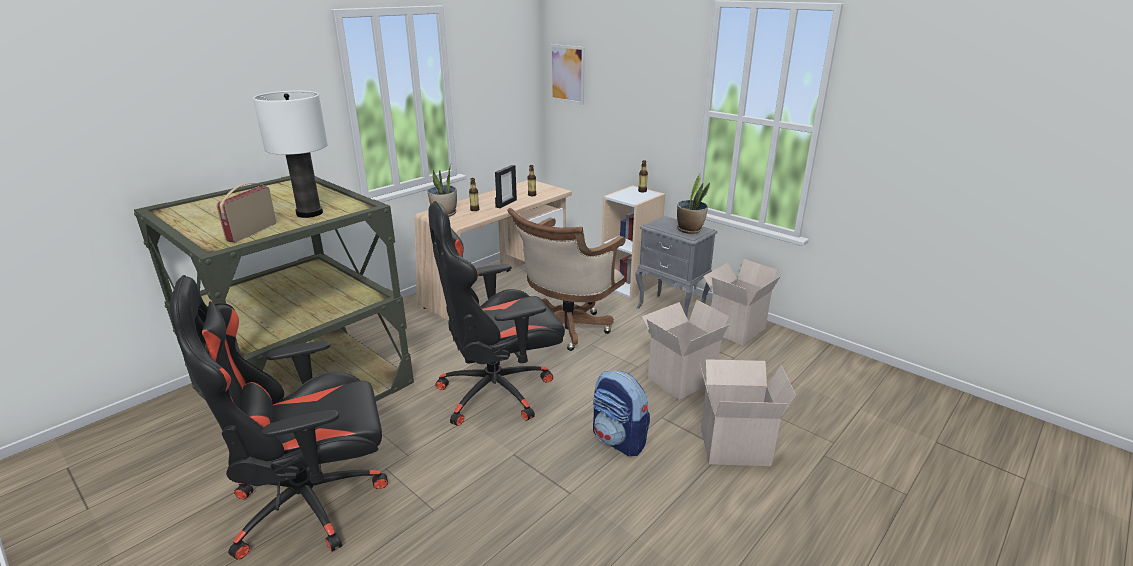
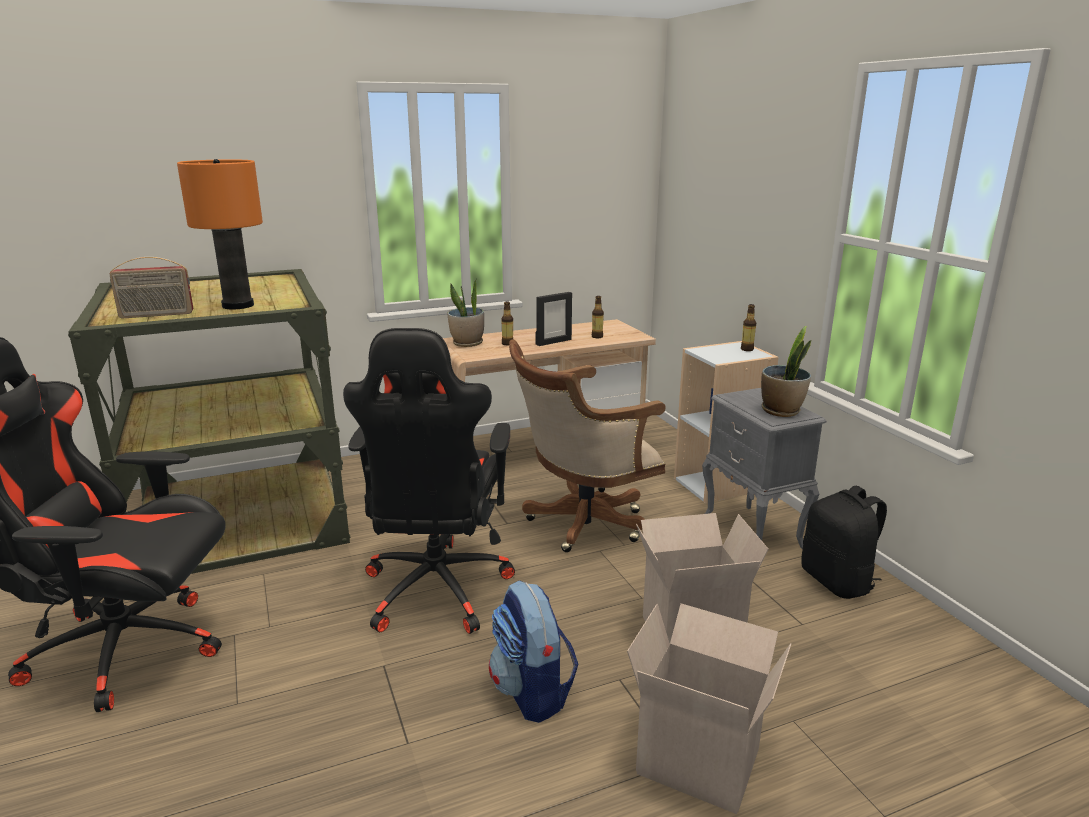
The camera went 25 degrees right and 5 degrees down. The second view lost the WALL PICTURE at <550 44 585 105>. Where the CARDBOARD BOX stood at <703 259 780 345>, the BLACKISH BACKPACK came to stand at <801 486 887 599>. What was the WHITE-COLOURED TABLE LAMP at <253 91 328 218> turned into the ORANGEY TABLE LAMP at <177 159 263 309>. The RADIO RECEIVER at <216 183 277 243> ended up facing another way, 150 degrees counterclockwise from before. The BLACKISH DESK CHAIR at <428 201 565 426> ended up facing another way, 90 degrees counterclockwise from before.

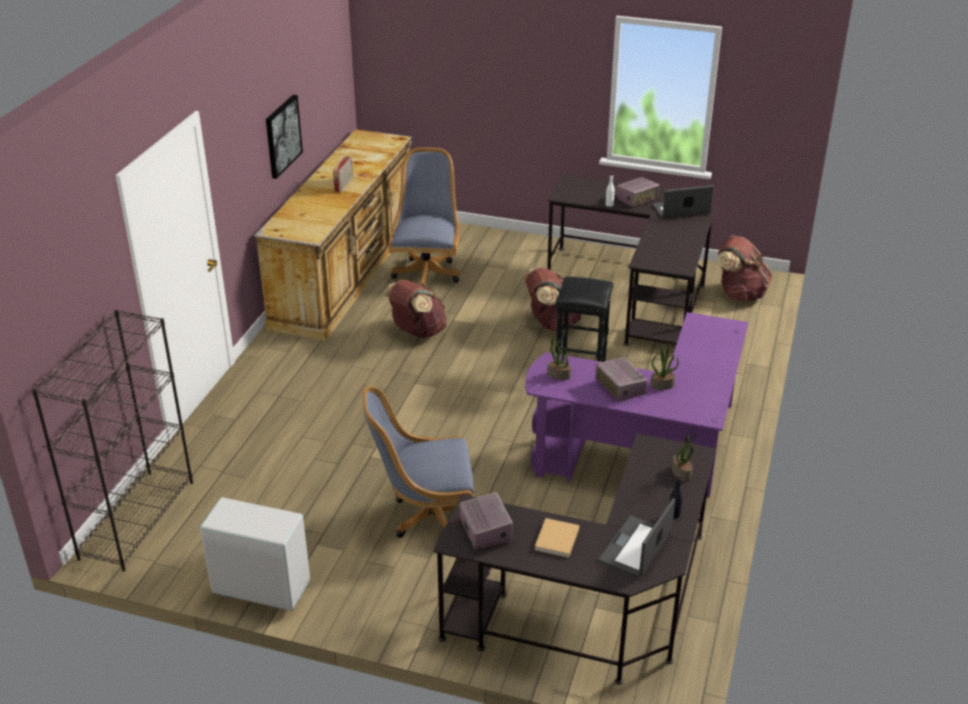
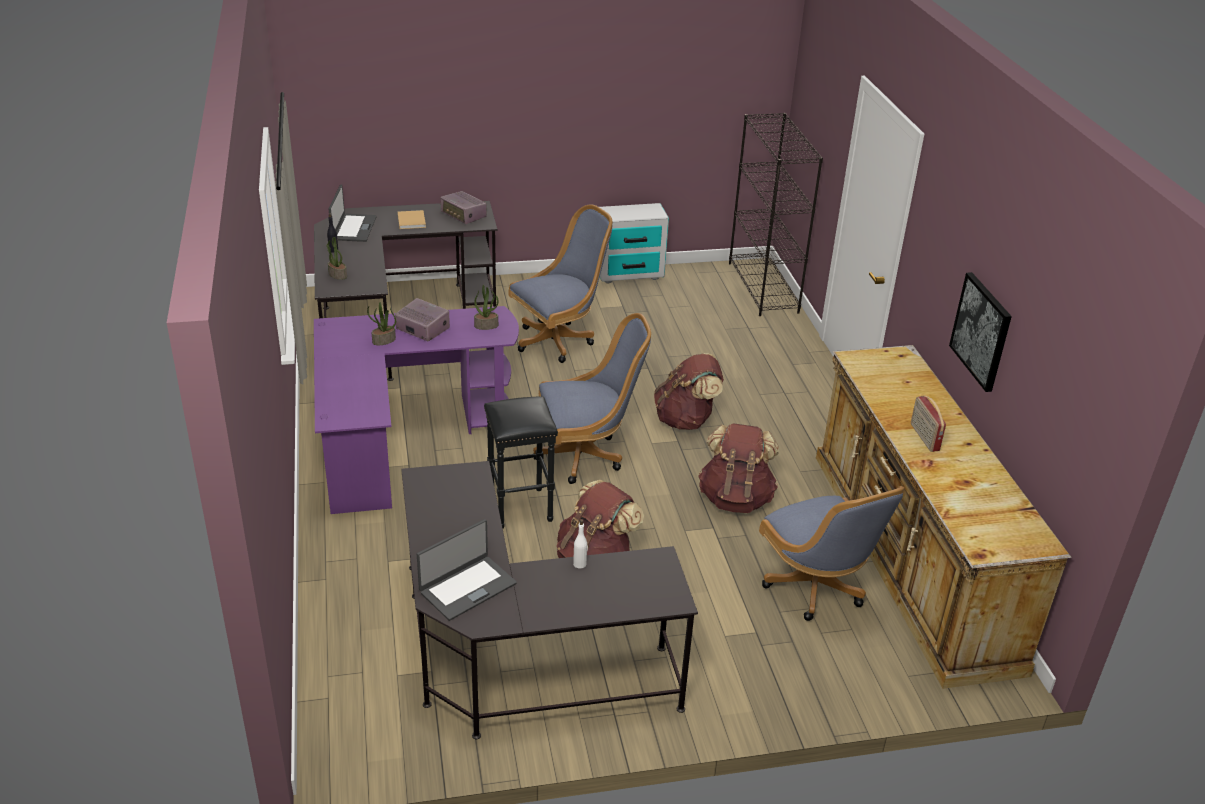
The camera went 150 degrees right and 0 degrees up. The second view lost the RADIO RECEIVER at <616 177 659 207>. The second view gained the BLUISH DESK CHAIR at <533 313 651 484>. The BROWN-COLOURED BACKPACK ended up elsewhere, having gone from <717 236 772 301> to <654 353 724 430>.

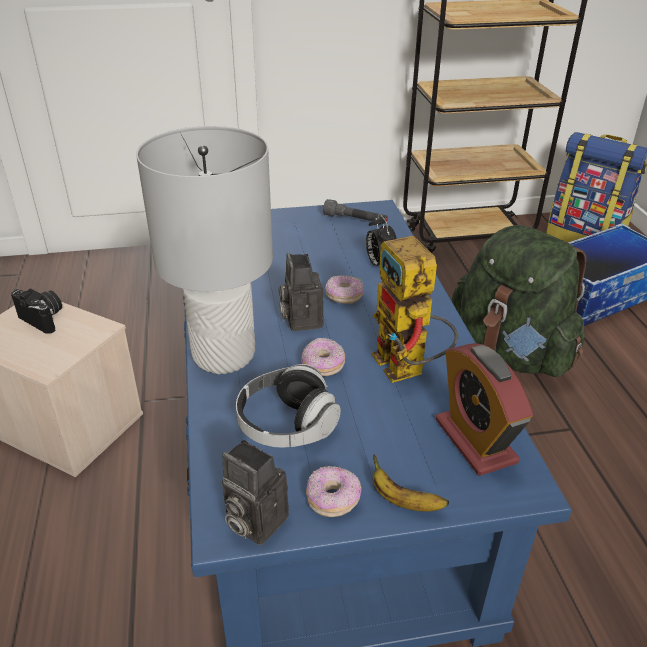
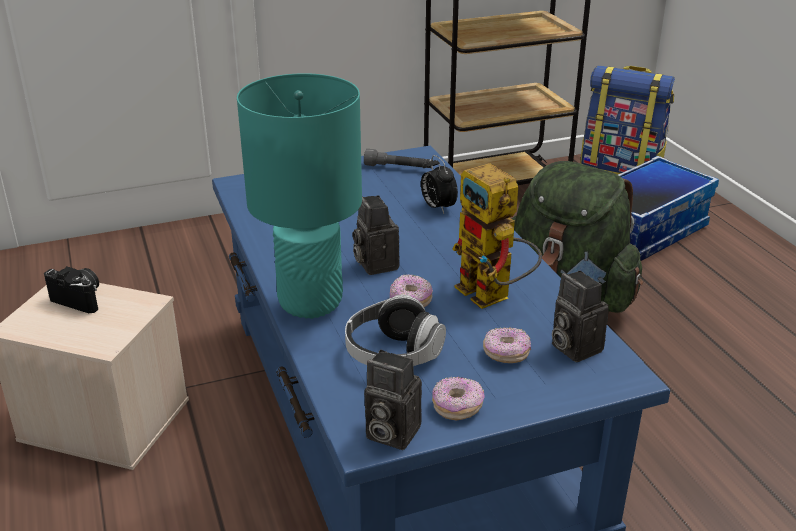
The camera went 10 degrees left and 5 degrees down. The second view lost the WHOLE BANANA at <373 454 449 512>. The RING DOUGHNUT ended up elsewhere, having gone from <325 275 364 303> to <483 327 531 363>. Where the ALARM CLOCK stood at <435 343 533 476>, the PHOTO CAMERA came to stand at <552 270 609 362>. What was the GRAY TABLE LAMP at <136 126 273 374> turned into the BLUE-GREEN TABLE LAMP at <237 73 362 319>.

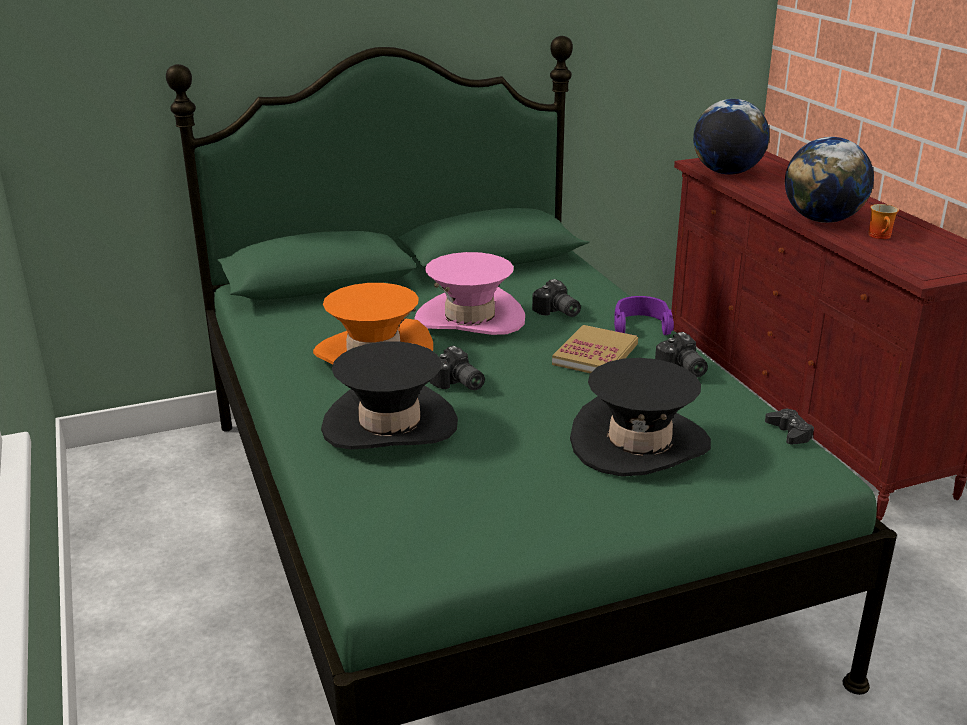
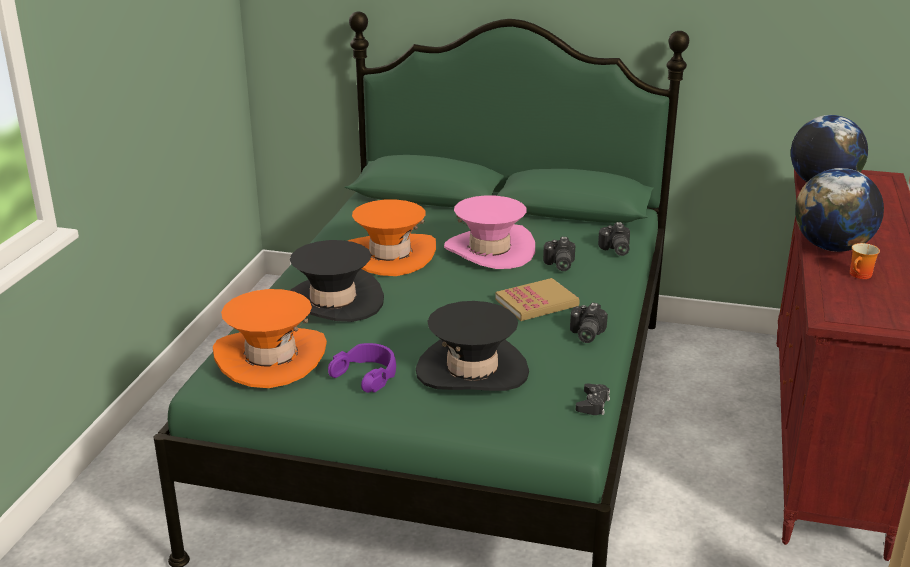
The camera went 35 degrees right and 0 degrees up. The second view gained the ORANGEY CLOTHING HAT at <213 289 327 388>. The PHOTO CAMERA ended up elsewhere, having gone from <429 346 485 390> to <598 222 630 256>. The PURPLE-COLOURED HEADSET ended up elsewhere, having gone from <614 296 674 335> to <328 343 396 393>.

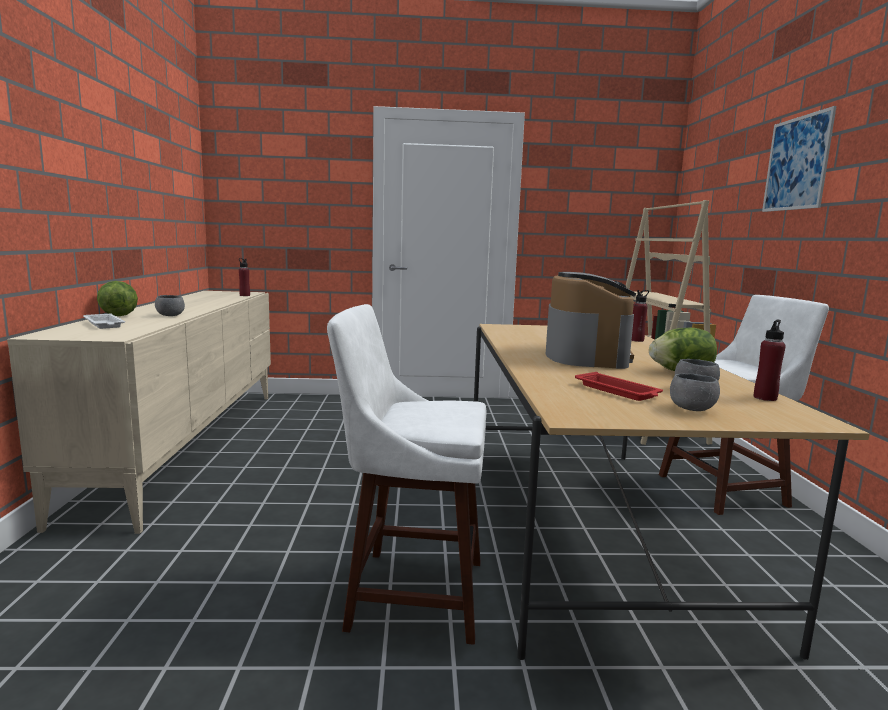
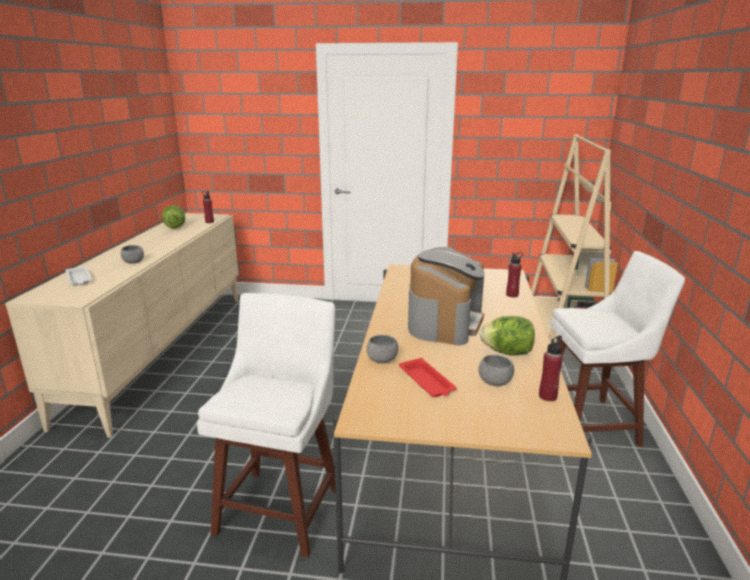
The camera went 10 degrees right and 10 degrees up. The second view lost the WALL PICTURE at <762 106 836 212>. The HEAD OF LETTUCE ended up elsewhere, having gone from <97 281 138 316> to <162 205 185 228>. The GRAY SERVING BOWL ended up elsewhere, having gone from <670 373 720 411> to <367 335 398 363>. The WHITE-COLOURED CHAIR at <327 304 487 645> ended up facing another way, 90 degrees clockwise from before.

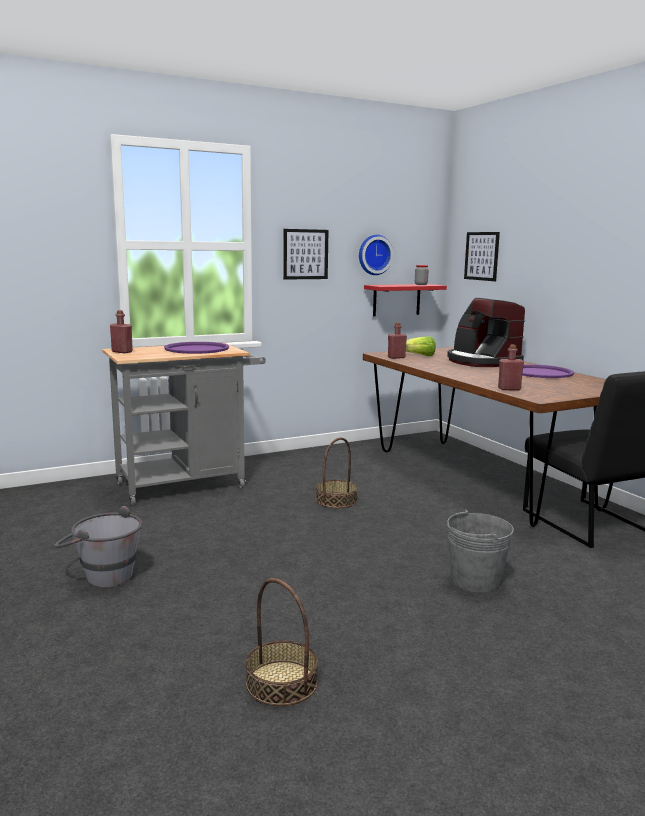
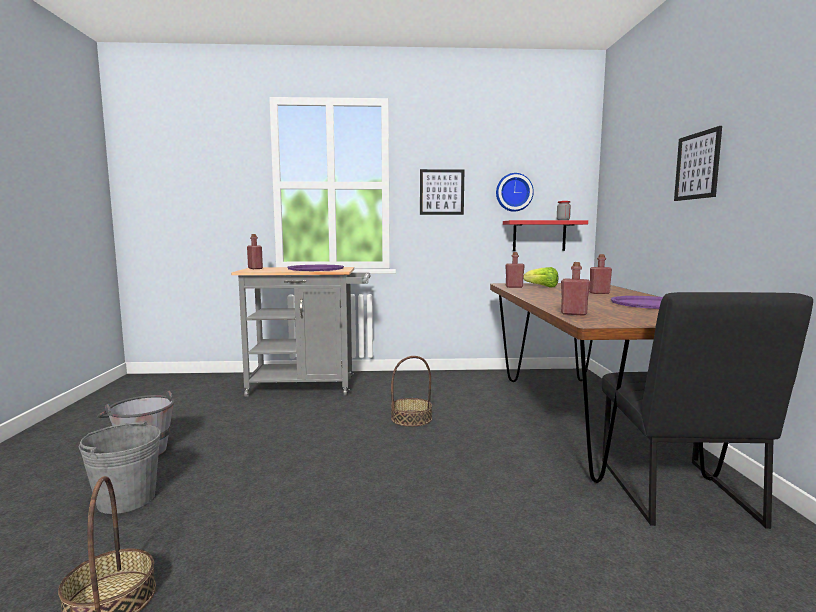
The camera went 25 degrees right and 5 degrees down. The GRAY WATER BUCKET ended up elsewhere, having gone from <447 509 514 593> to <79 421 161 514>. The WALL PICTURE ended up elsewhere, having gone from <464 232 500 281> to <674 126 722 201>. Where the COFFEE MAKER stood at <447 298 525 367>, the RED-COLOURED BOTTLE came to stand at <589 254 612 294>.

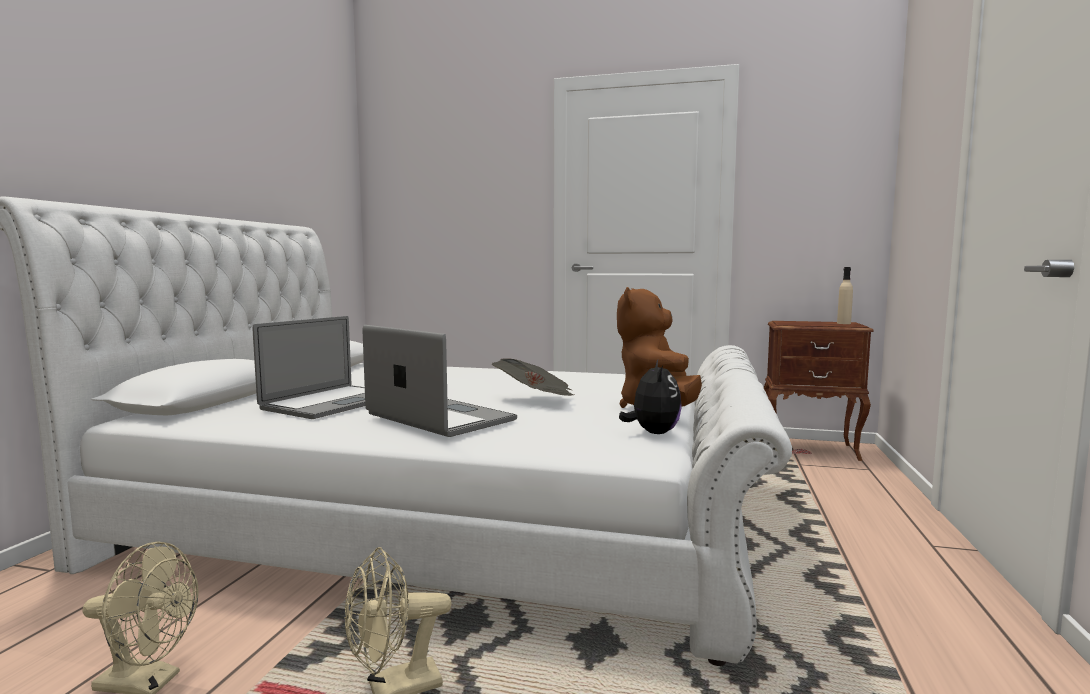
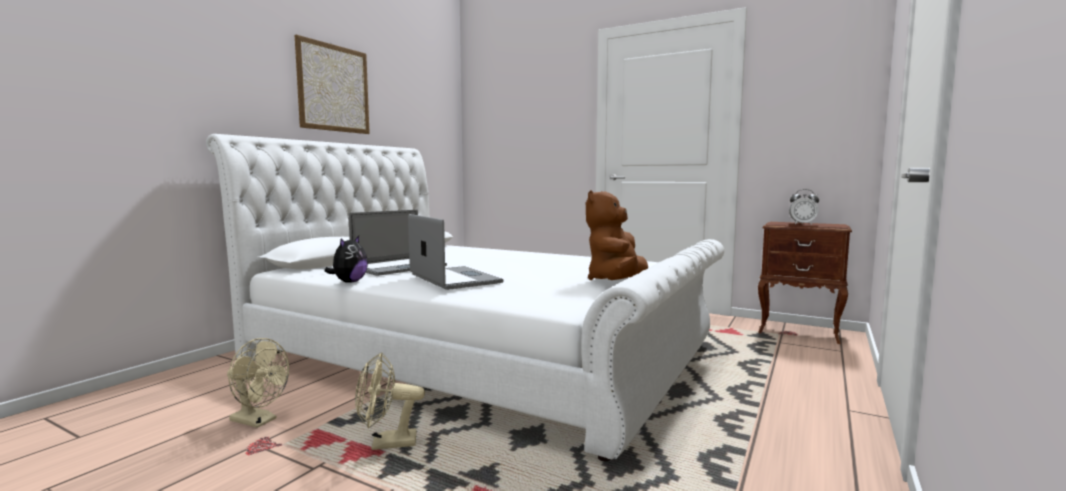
The camera went 15 degrees right and 0 degrees up. The second view lost the PRINTED PAPER at <492 358 574 396>. The second view lost the BEIGE-COLOURED BOTTLE at <837 267 853 324>. The second view gained the WALL PICTURE at <295 35 370 134>. The second view gained the ALARM CLOCK at <789 189 819 225>. The SOFT TOY ended up elsewhere, having gone from <619 360 682 434> to <325 236 368 283>.

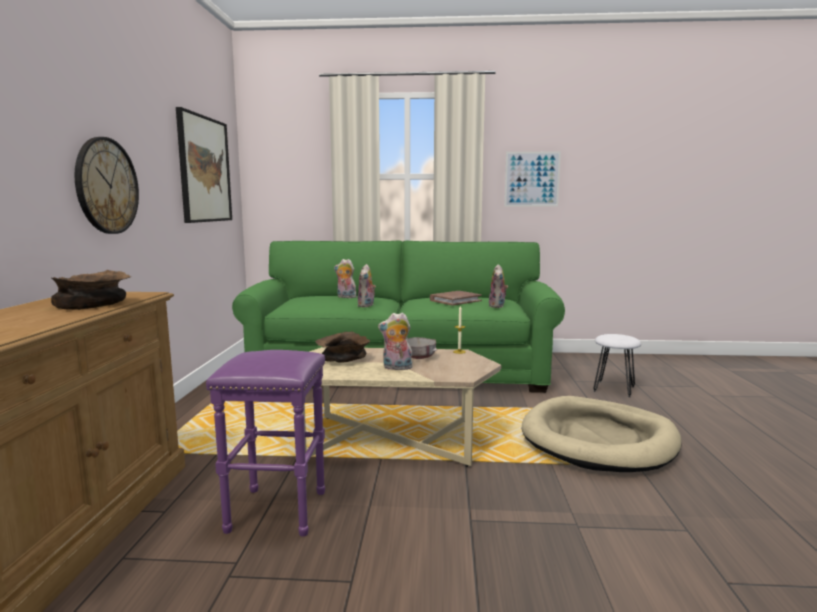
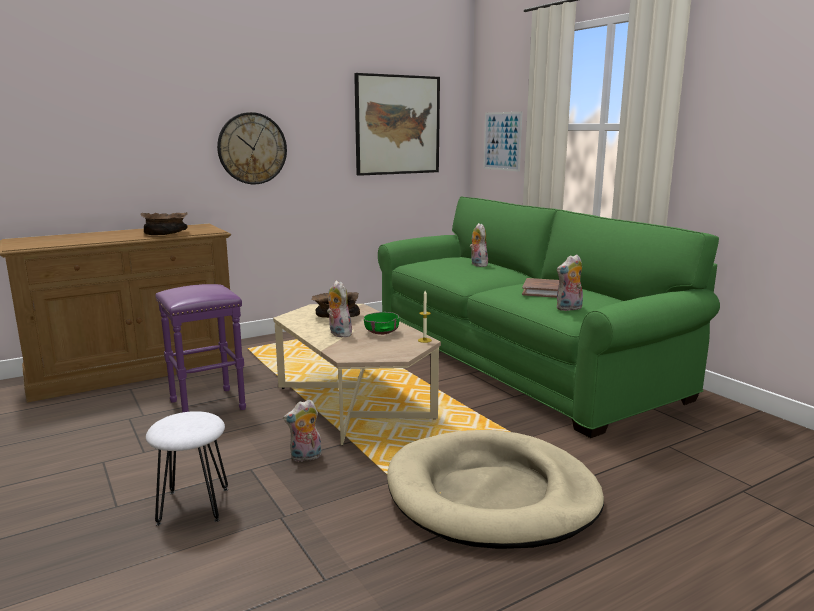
The camera went 55 degrees right and 5 degrees up. The SOFT TOY ended up elsewhere, having gone from <358 264 376 307> to <283 400 322 462>. The WALL PICTURE ended up elsewhere, having gone from <504 152 561 206> to <483 112 522 172>. The WHITE-COLOURED STOOL SEAT ended up elsewhere, having gone from <593 334 641 397> to <146 411 228 526>. What was the GRAY SERVING BOWL at <407 337 437 359> turned into the GREENISH SERVING BOWL at <364 312 399 335>.

